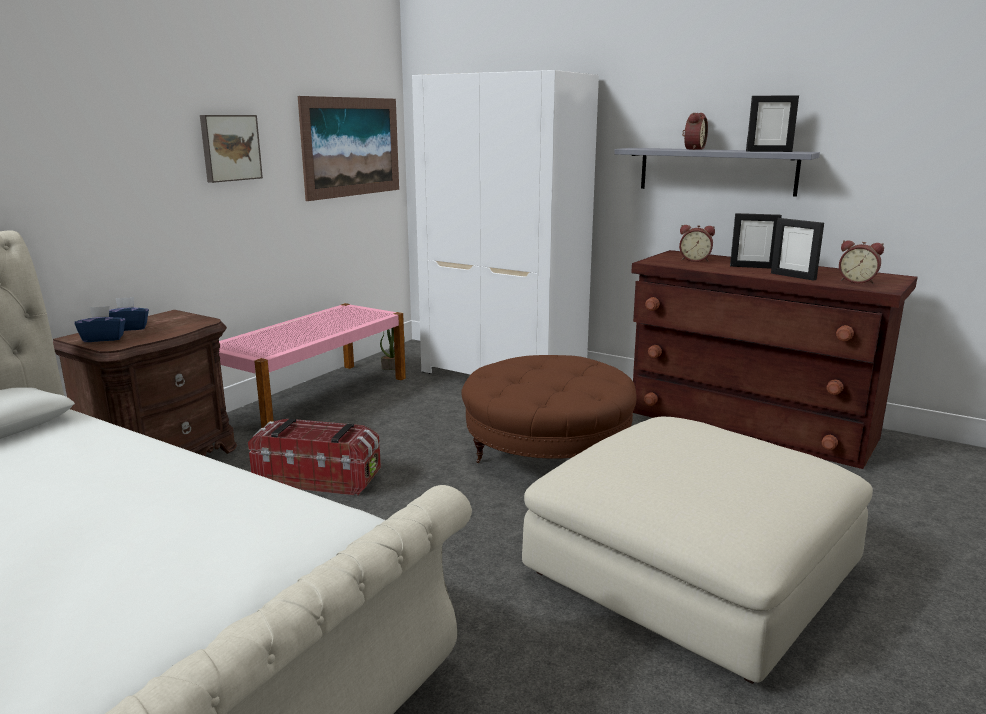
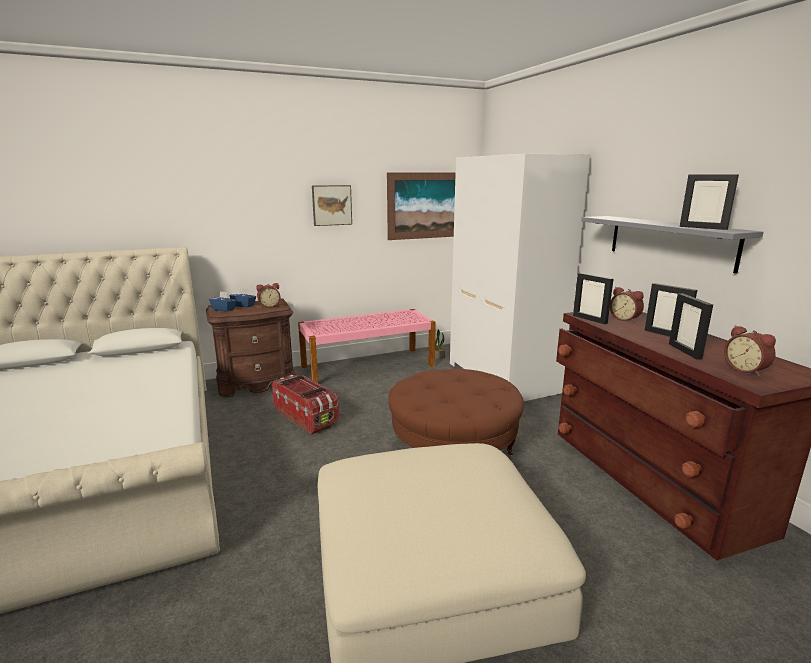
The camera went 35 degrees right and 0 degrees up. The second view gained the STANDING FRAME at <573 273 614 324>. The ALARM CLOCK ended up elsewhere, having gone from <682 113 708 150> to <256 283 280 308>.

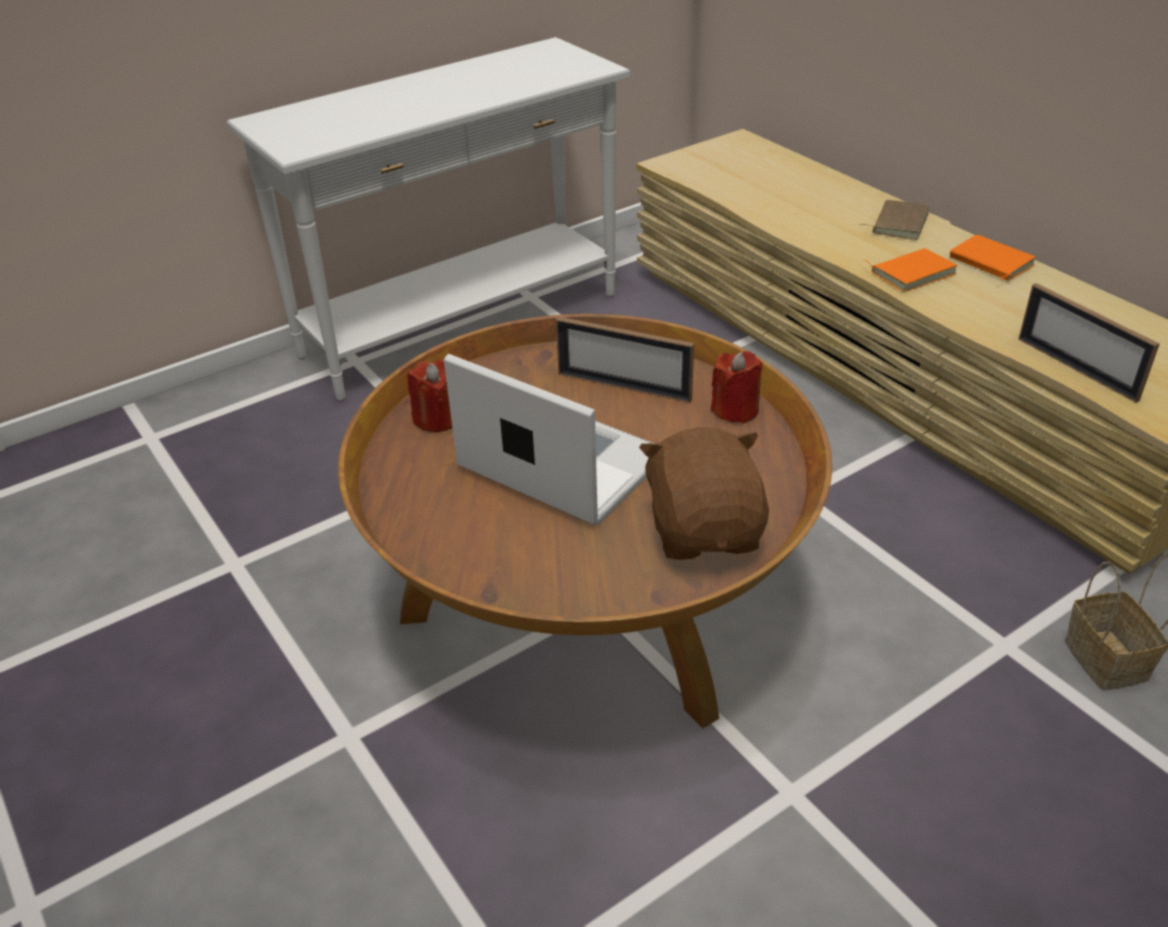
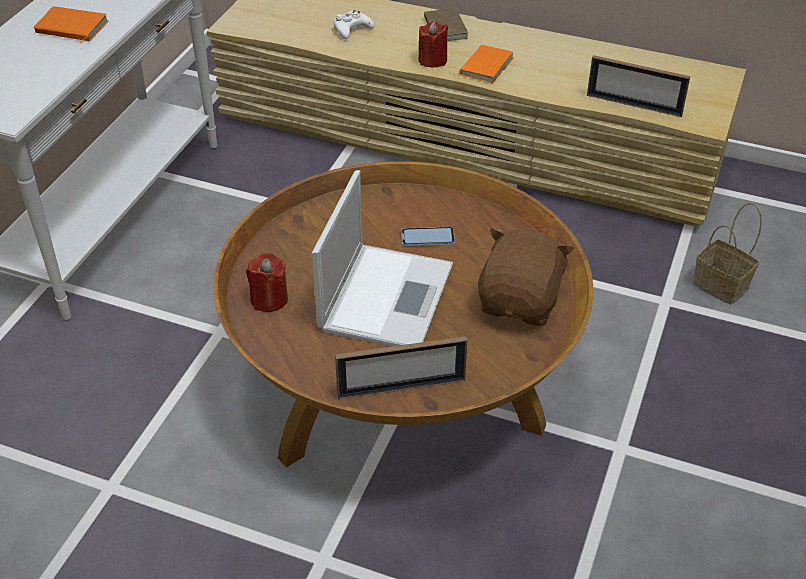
The camera went 35 degrees left and 5 degrees up. The second view gained the WHITE-COLOURED GAME CONTROLLER at <334 10 374 39>. The second view gained the HANDSET at <401 227 455 246>. The STANDING FRAME ended up elsewhere, having gone from <556 317 694 403> to <335 336 467 400>. The RED-COLOURED CANDLE ended up elsewhere, having gone from <711 351 762 423> to <418 21 448 68>. The ORANGEY VOLUME ended up elsewhere, having gone from <950 235 1036 281> to <34 7 109 44>. The LAPTOP at <444 354 652 526> ended up facing another way, 105 degrees clockwise from before. The BROWN-COLOURED SOFT TOY at <639 427 769 560> ended up facing another way, 60 degrees clockwise from before.

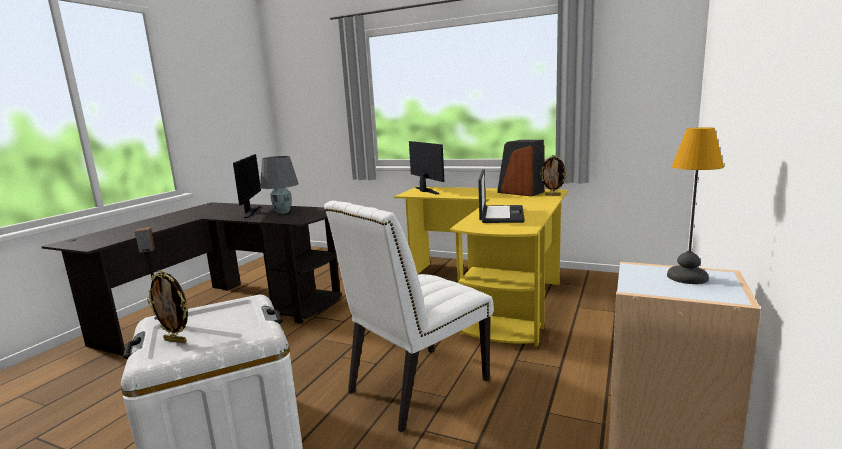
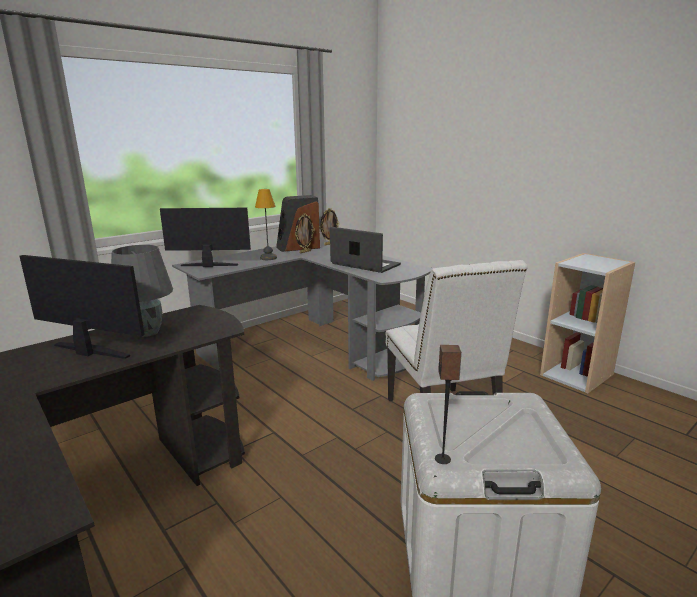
The camera went 65 degrees left and 5 degrees up. The STANDING FRAME ended up elsewhere, having gone from <147 270 188 343> to <295 213 315 253>. The TABLE LAMP ended up elsewhere, having gone from <667 127 724 284> to <255 189 277 260>. What was the YELLOW-COLOURED DESK at <394 187 568 347> turned into the GRAY DESK at <172 239 433 381>.

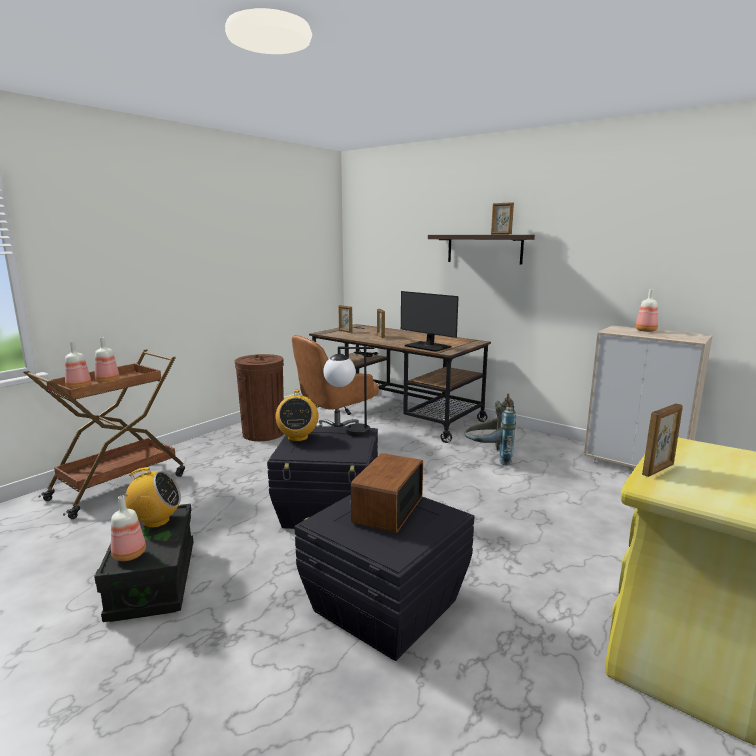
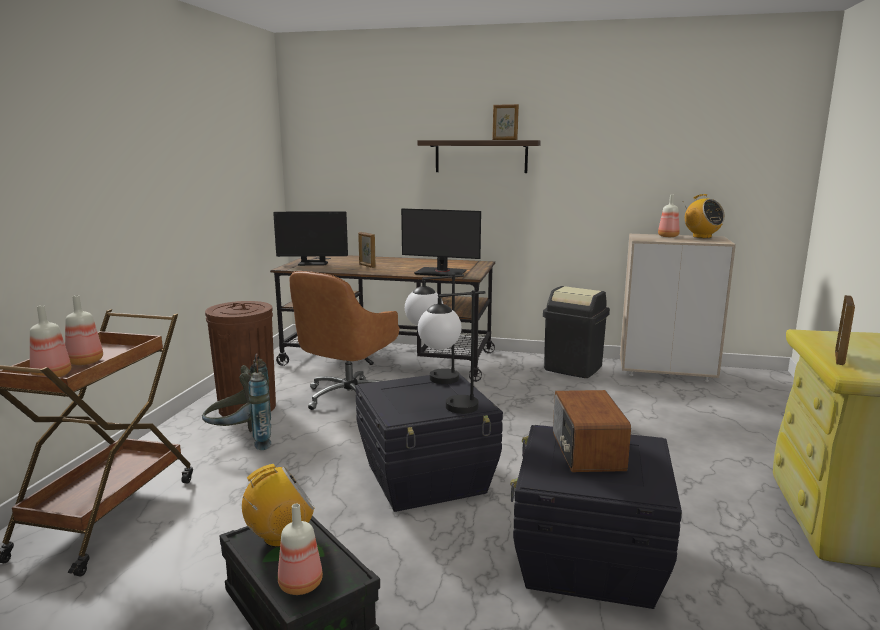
The camera went 25 degrees left and 0 degrees up. The second view gained the TABLE LAMP at <418 290 486 414>. The second view gained the BLACKISH WASTE BIN at <543 286 610 378>. The RADIO RECEIVER ended up elsewhere, having gone from <276 390 318 442> to <683 194 725 238>. The GRAY BACKPACK ended up elsewhere, having gone from <464 394 516 465> to <202 353 271 450>. Where the STANDING FRAME stood at <339 305 353 333>, the COMPUTER DISPLAY came to stand at <273 211 348 266>.

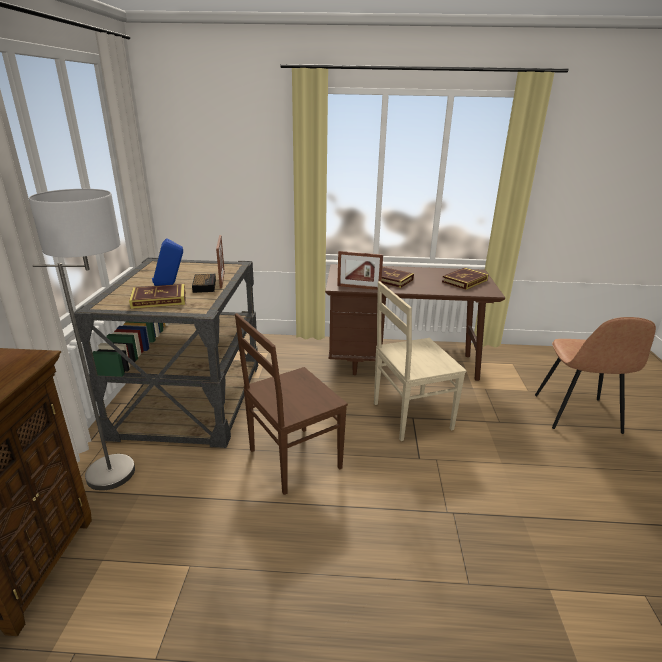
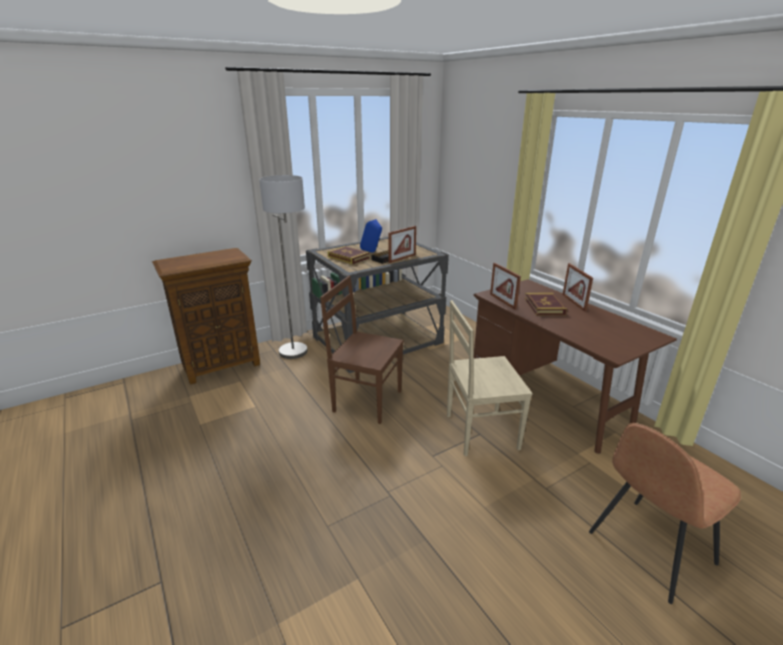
The camera went 55 degrees right and 0 degrees up. The second view lost the VOLUME at <442 268 489 290>. The second view gained the STANDING FRAME at <563 263 593 312>. The BEIGE-COLOURED CHAIR at <374 281 467 441> ended up facing another way, 45 degrees counterclockwise from before.

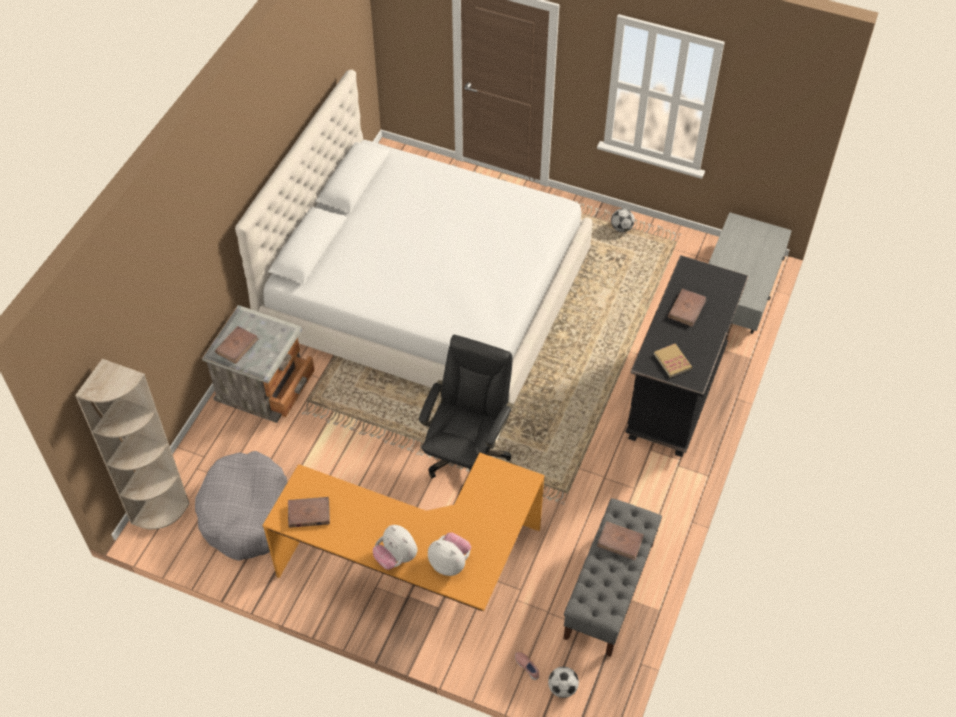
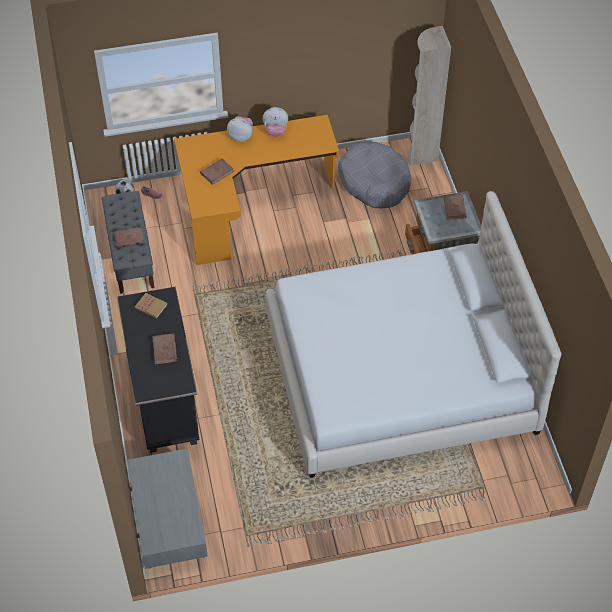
The camera went 145 degrees right and 0 degrees up. The second view lost the BLACKISH DESK CHAIR at <419 335 514 478>. The second view lost the BALL FOR FOOTBALL at <611 209 635 232>. The BROWN-COLOURED VOLUME ended up elsewhere, having gone from <288 497 330 528> to <200 158 234 185>. The SOFT TOY ended up elsewhere, having gone from <428 532 471 576> to <263 107 288 137>.

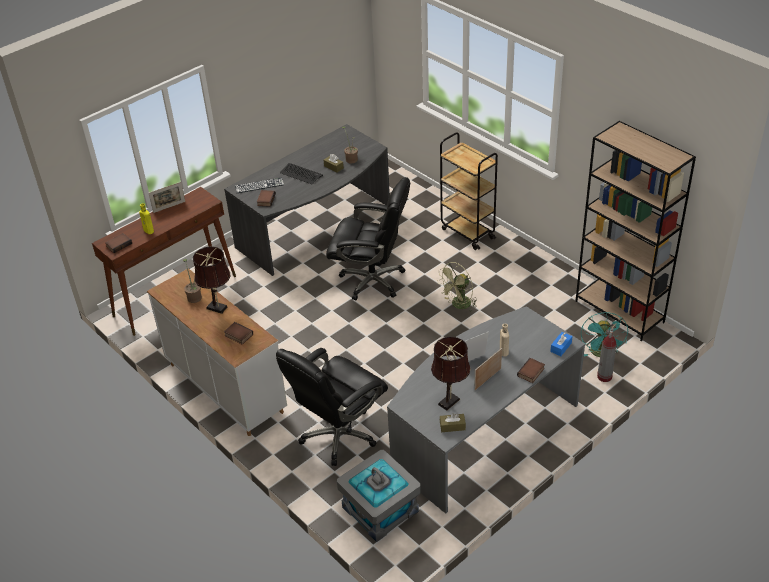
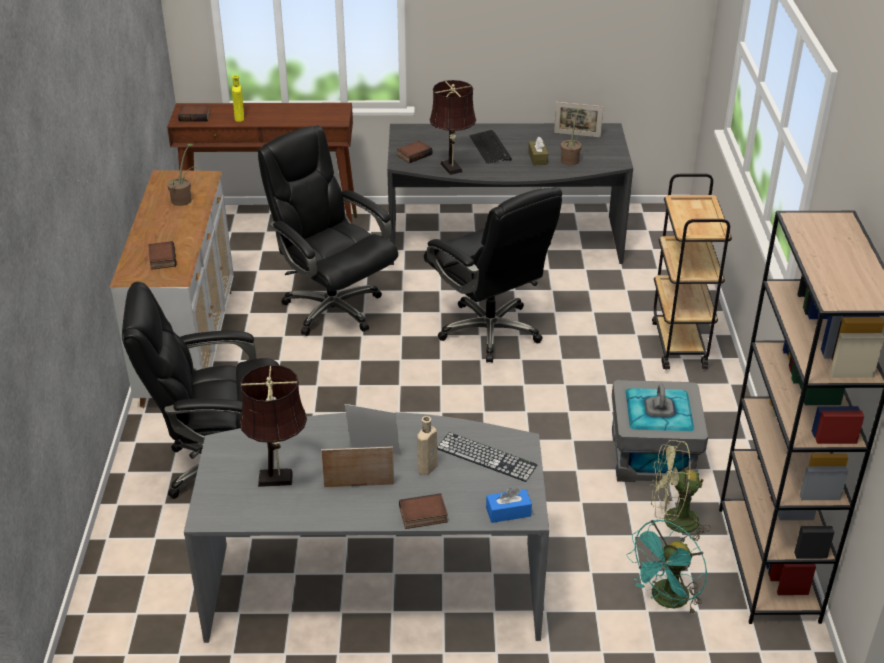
The camera went 40 degrees right and 5 degrees down. The second view lost the BROWN-COLOURED BOX OF TISSUES at <440 413 466 432>. The second view lost the FIRE-FIGHTING CYLINDER at <597 323 617 382>. The second view gained the BLACKISH DESK CHAIR at <258 126 398 336>. The STANDING FRAME ended up elsewhere, having gone from <149 182 185 213> to <554 102 603 138>. The BROWN-COLOURED TABLE LAMP ended up elsewhere, having gone from <193 246 230 314> to <430 80 476 175>. The PC KEYBOARD ended up elsewhere, having gone from <235 177 284 193> to <437 432 538 482>. The GRAY STORAGE BIN ended up elsewhere, having gone from <337 450 421 542> to <612 380 708 482>. The GREENISH FAN ended up elsewhere, having gone from <437 262 477 312> to <651 440 711 542>.

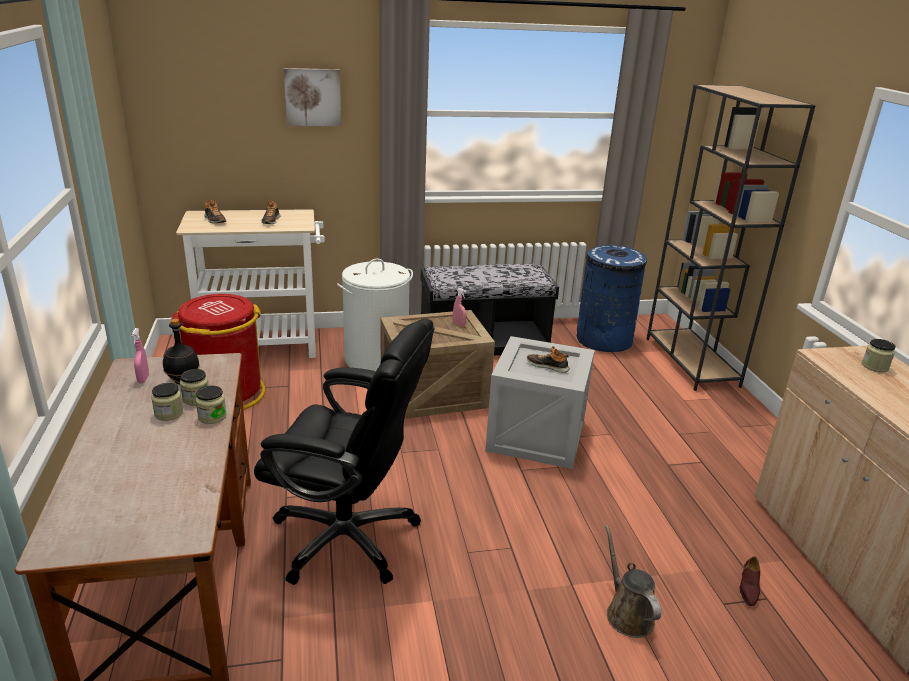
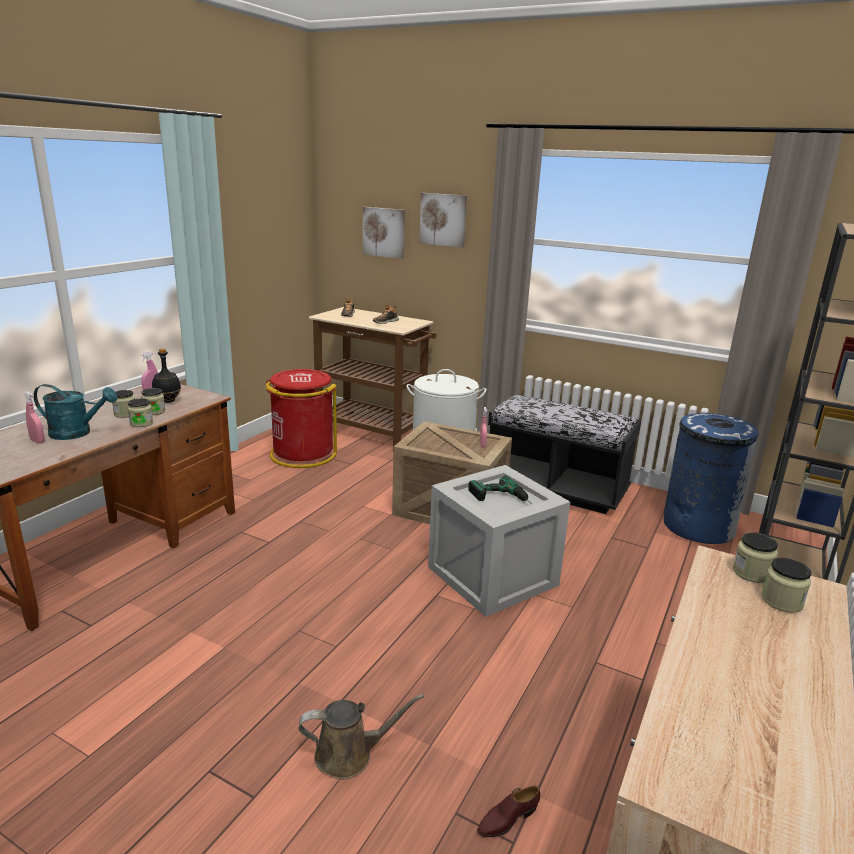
The camera went 40 degrees right and 5 degrees down. The second view lost the BLACKISH DESK CHAIR at <254 319 435 585>. The second view gained the PINK-COLOURED SPRAY BOTTLE at <24 392 45 443>. The second view gained the BLUE-GREEN WATERING CAN at <34 384 117 440>. The second view gained the WALL PICTURE at <363 207 405 259>. The second view gained the PRESERVE JAR at <733 532 778 583>. Where the LOW SHOE stood at <527 346 570 373>, the POWER DRILL came to stand at <468 476 532 504>. What was the WHITE-COLOURED CART at <176 209 325 358> turned into the BROWN-COLOURED CART at <309 307 436 449>. The BROWN-COLOURED WATERING CAN at <605 525 661 638> ended up facing another way, 60 degrees clockwise from before.

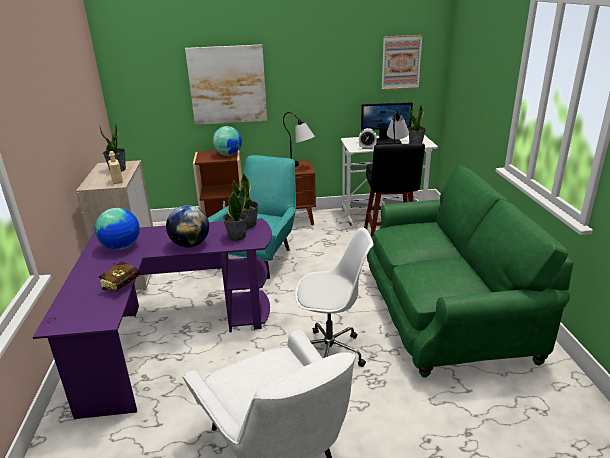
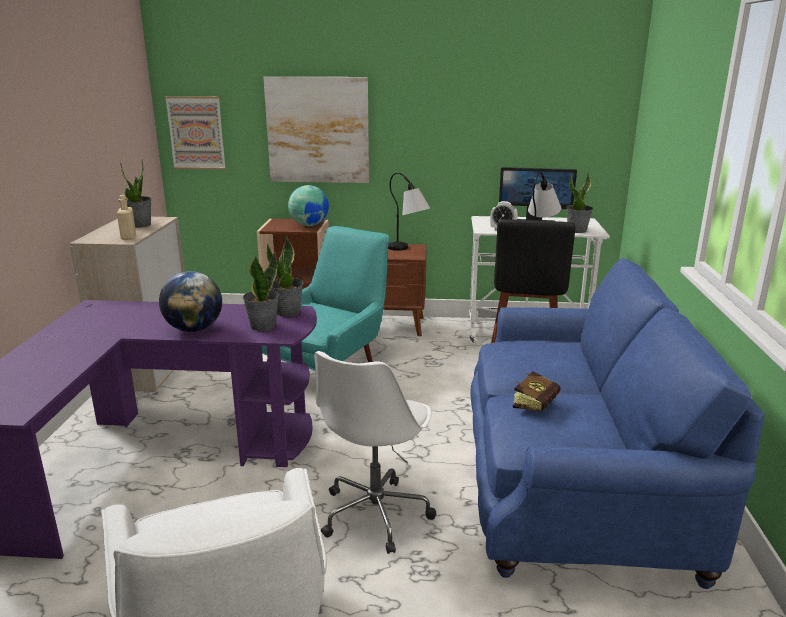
The camera went 10 degrees right and 5 degrees down. The second view lost the GLOBE at <95 208 140 250>. The VOLUME ended up elsewhere, having gone from <99 261 140 291> to <513 371 561 412>. The WALL PICTURE ended up elsewhere, having gone from <381 35 423 90> to <165 96 226 169>. What was the GREENISH COUCH at <367 166 574 378> turned into the BLUISH COUCH at <470 258 765 589>. The WHITE-COLOURED DESK CHAIR at <295 227 374 367> ended up facing another way, 105 degrees clockwise from before.

